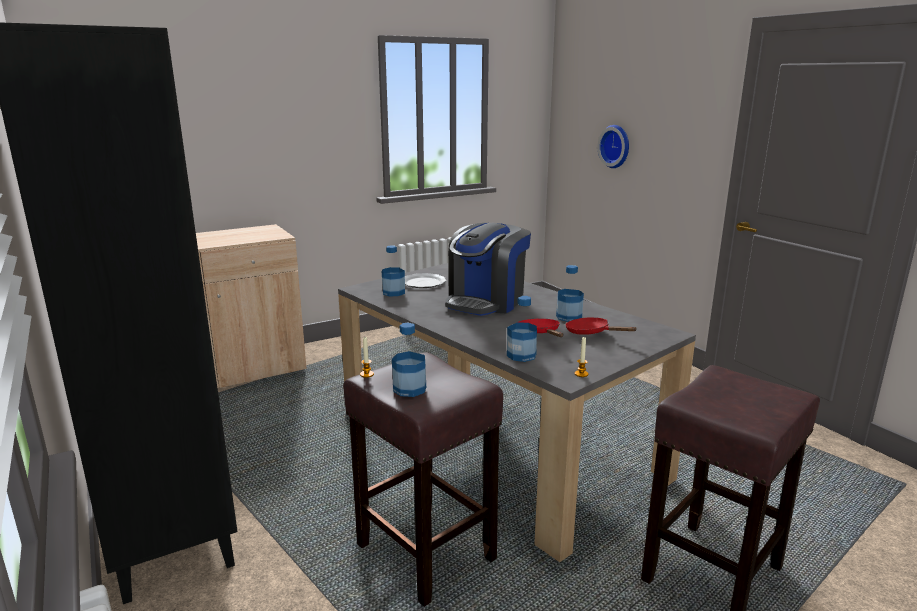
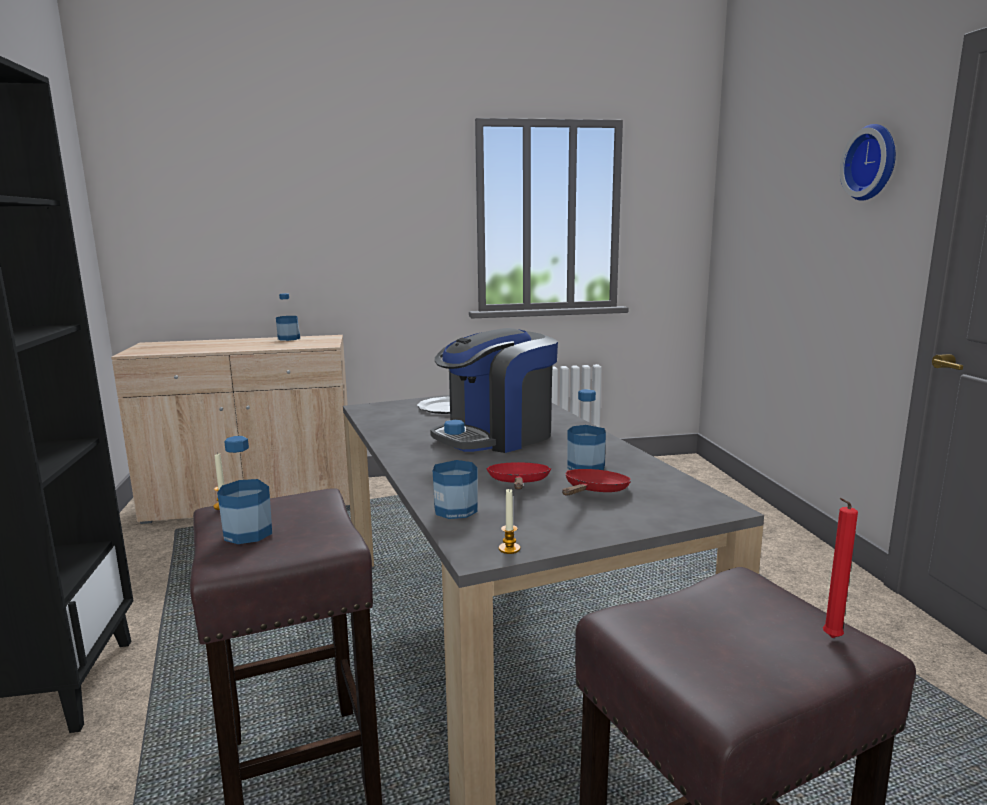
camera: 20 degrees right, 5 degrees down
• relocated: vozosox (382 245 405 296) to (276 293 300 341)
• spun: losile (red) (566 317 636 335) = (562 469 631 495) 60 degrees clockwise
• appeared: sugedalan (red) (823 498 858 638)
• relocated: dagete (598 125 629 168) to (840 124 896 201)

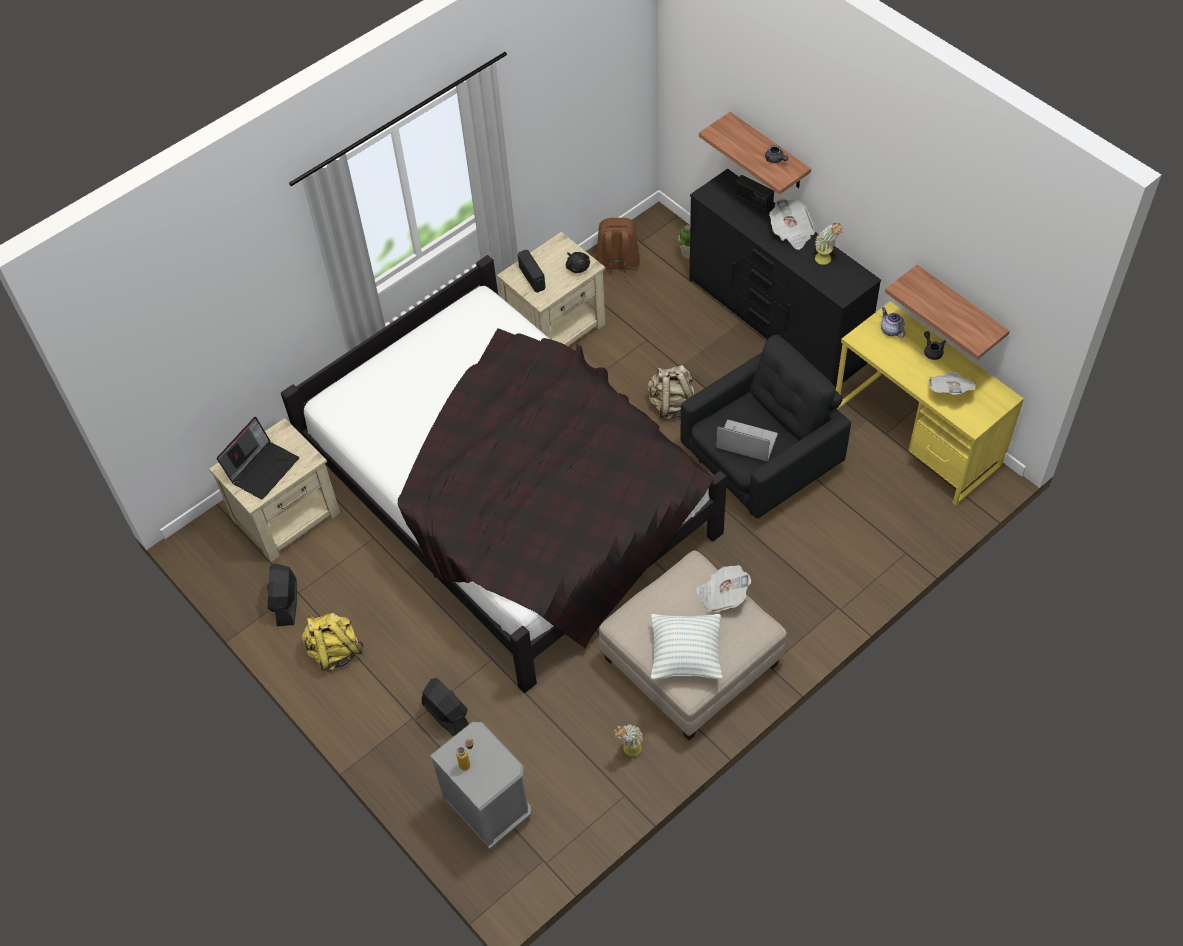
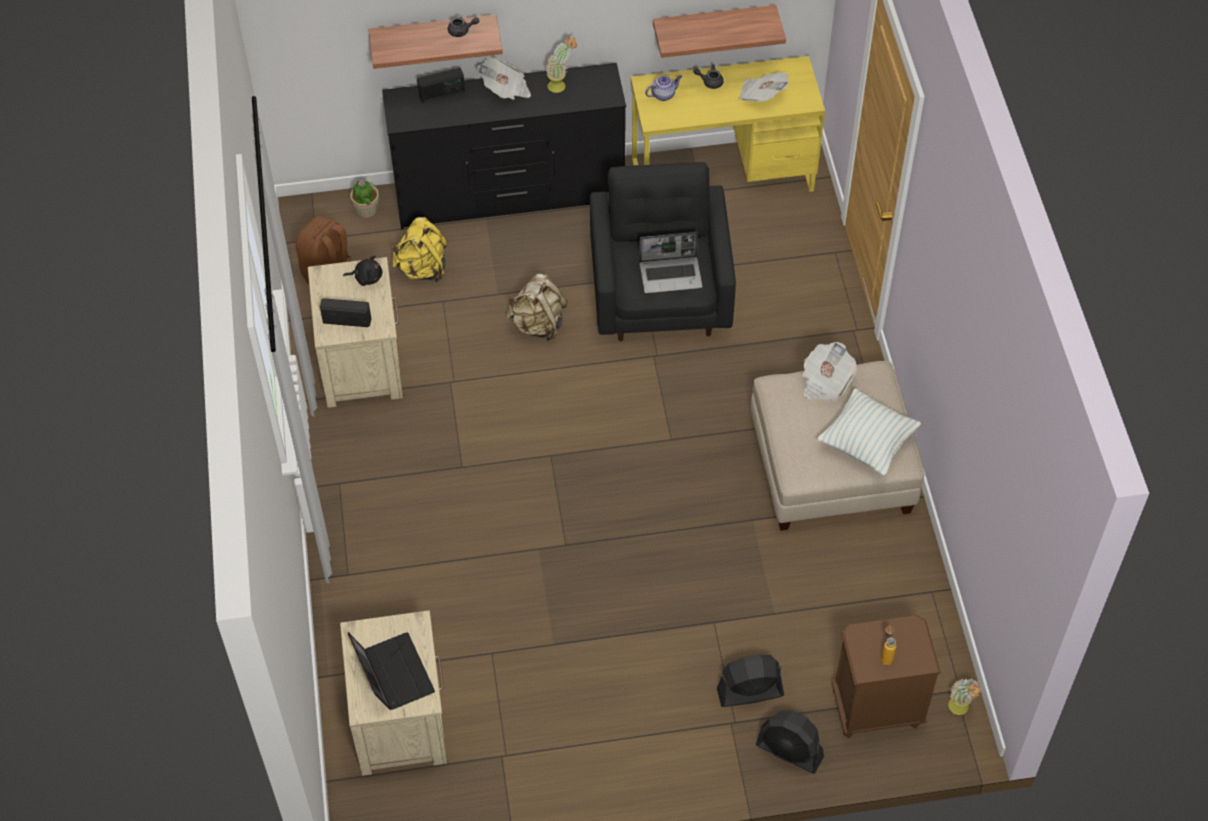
camera: 60 degrees left, 0 degrees up
• relocated: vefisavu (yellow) (302 613 364 672) to (392 217 448 282)
• spun: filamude (716 420 778 462) = (639 232 703 293) 150 degrees counterclockwise
• spun: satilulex (881 307 905 338) = (645 75 682 101) 150 degrees clockwise
• relocated: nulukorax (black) (267 563 297 626) to (756 711 824 774)
• colour: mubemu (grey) (430 722 531 849) to mubemu (brown) (832 615 941 738)
• relocated: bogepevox (614 724 643 756) to (948 679 982 715)
• missing: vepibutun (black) (281 255 727 693)

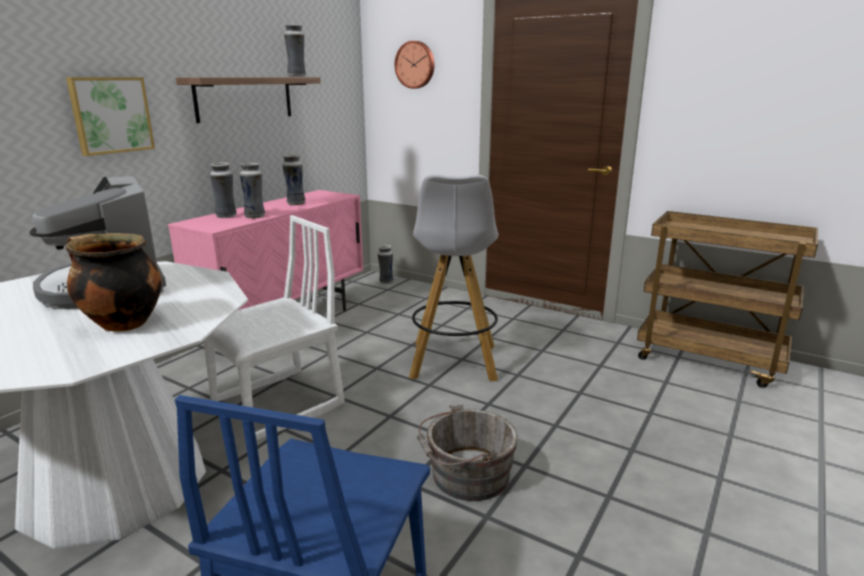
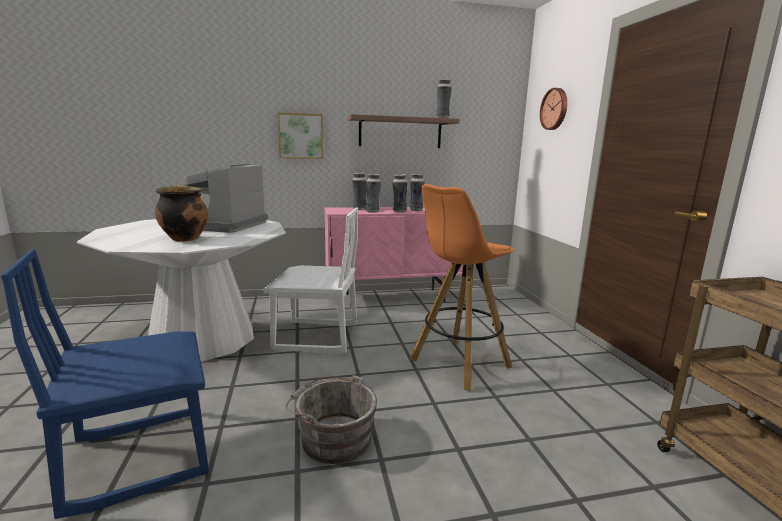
camera: 45 degrees right, 5 degrees down
• relocated: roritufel (378 245 394 284) to (393 174 408 213)
• colour: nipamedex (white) (409 174 498 382) to nipamedex (orange) (410 184 514 391)

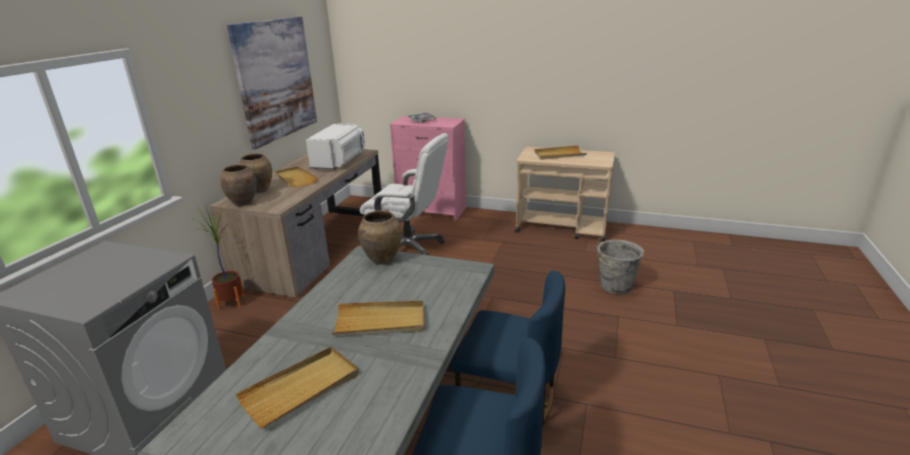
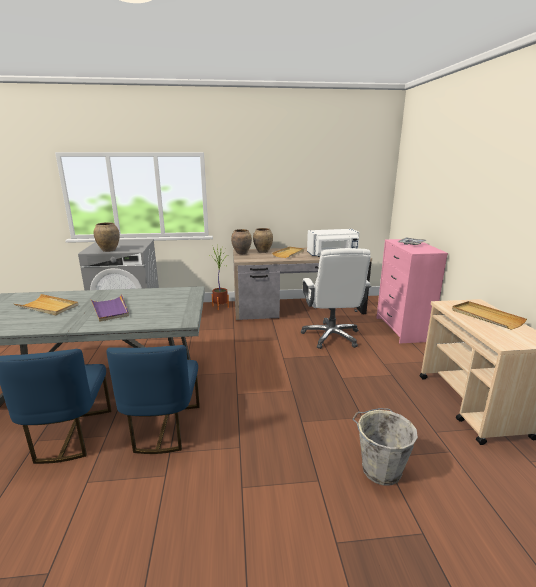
camera: 65 degrees right, 5 degrees down
• colour: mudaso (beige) (332 301 425 335) to mudaso (purple) (91 294 129 322)
• relocated: roritufel (brown) (358 210 402 264) to (94 222 120 252)
• missing: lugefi (227 17 317 149)

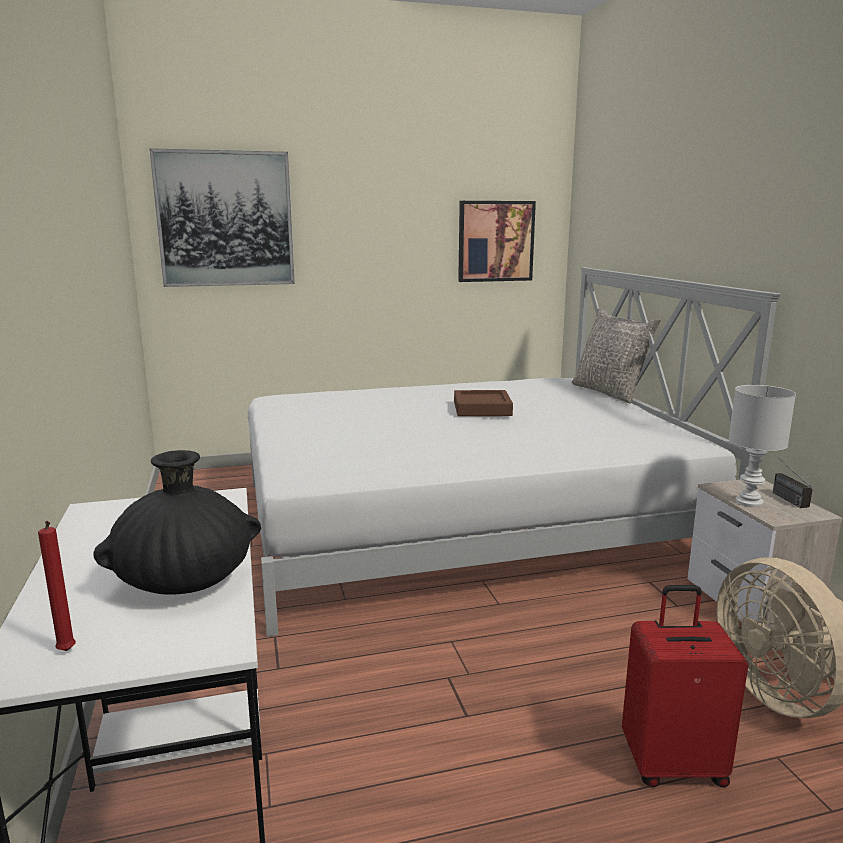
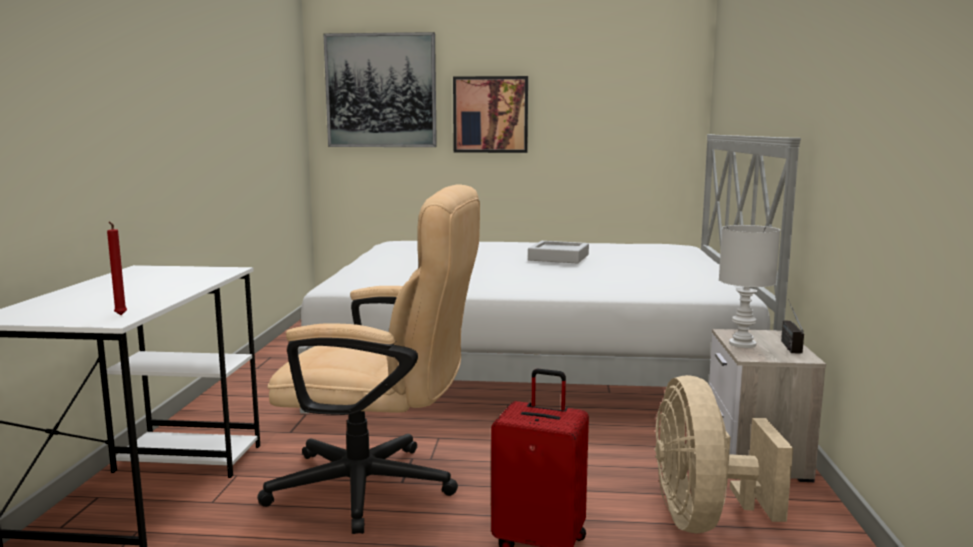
camera: 20 degrees right, 5 degrees down
• relocated: sugedalan (red) (38 521 76 651) to (107 222 127 315)
• appeared: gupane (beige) (257 184 480 534)
• relocated: lugefi (458 201 536 282) to (453 76 528 153)
• colour: mudaso (brown) (454 390 513 416) to mudaso (grey) (528 241 589 264)
• missing: roritufel (black) (93 450 261 595)
• missing: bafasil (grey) (572 308 661 403)

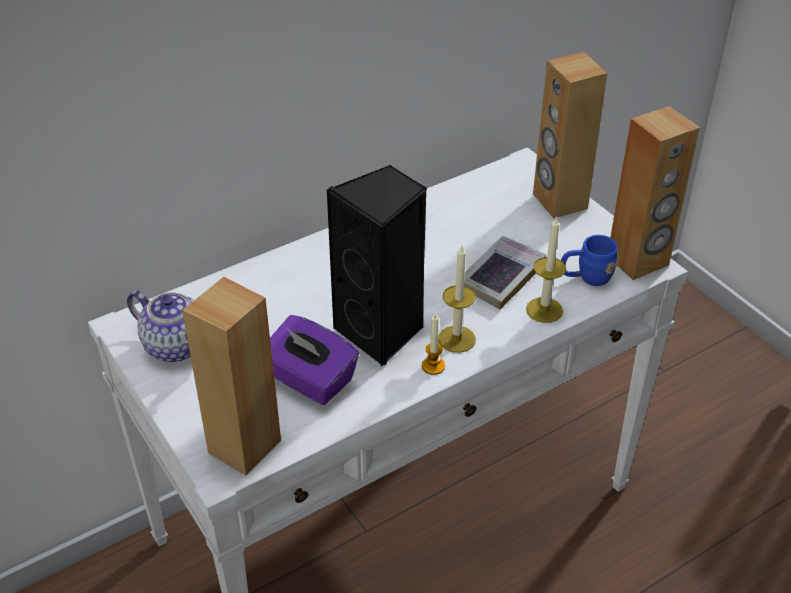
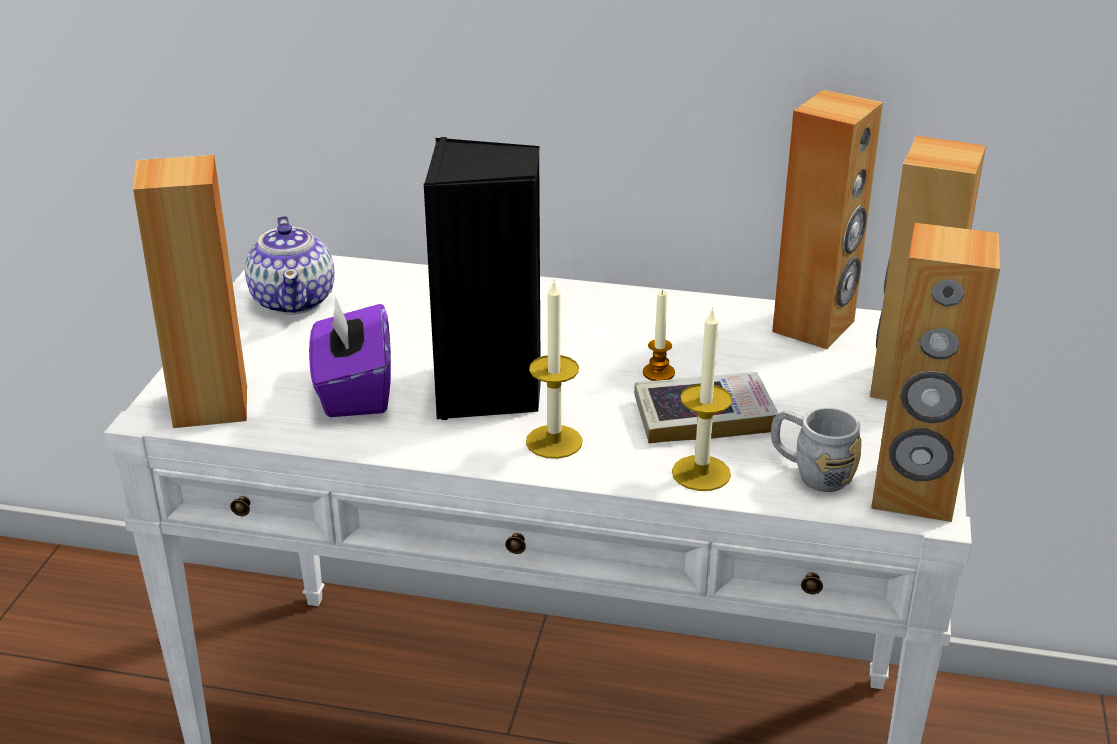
camera: 45 degrees right, 10 degrees down
• relocated: sugedalan (422 315 445 375) to (643 290 675 381)
• colour: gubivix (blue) (561 235 619 286) to gubivix (grey) (771 407 862 492)
• appeared: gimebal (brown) (772 90 883 349)

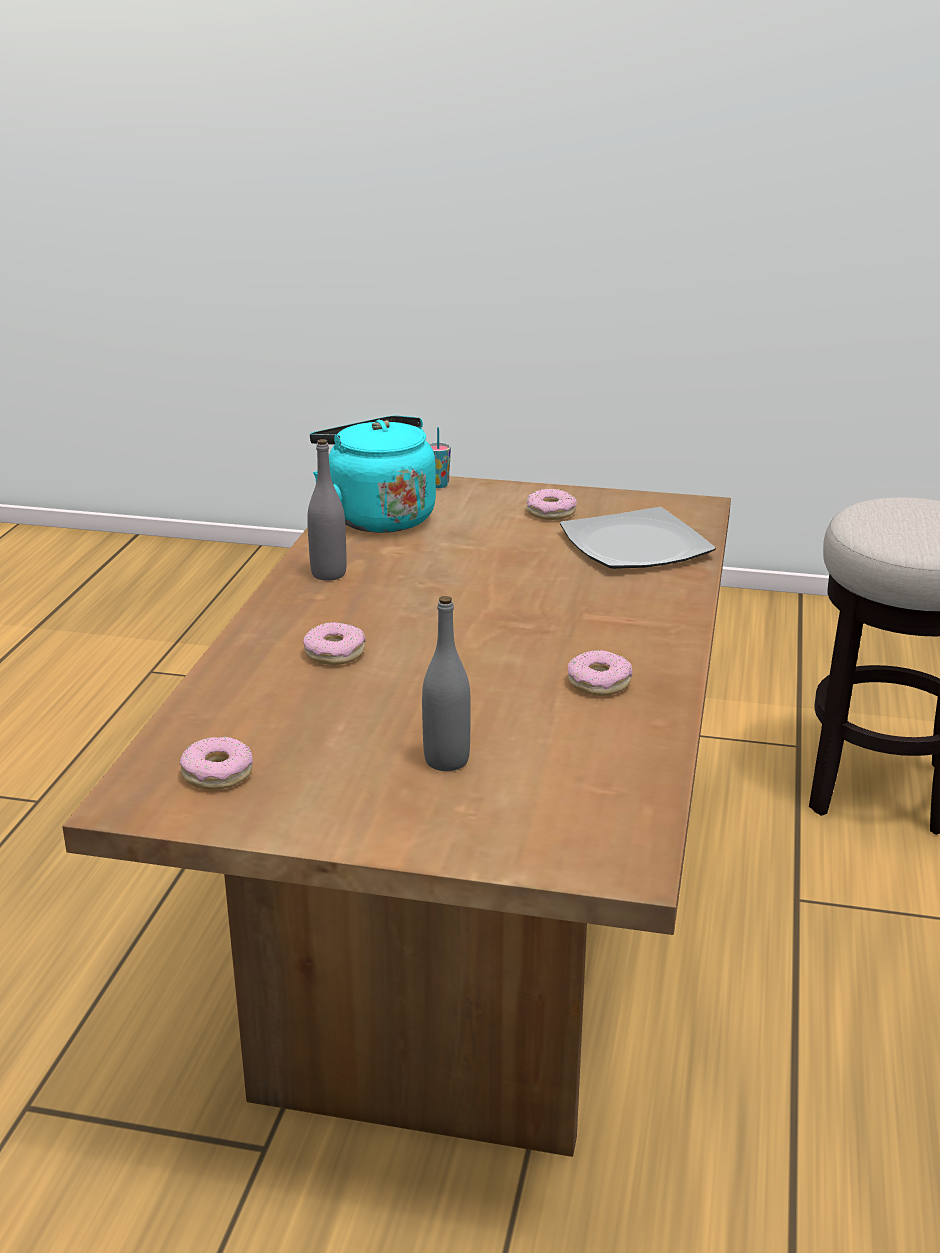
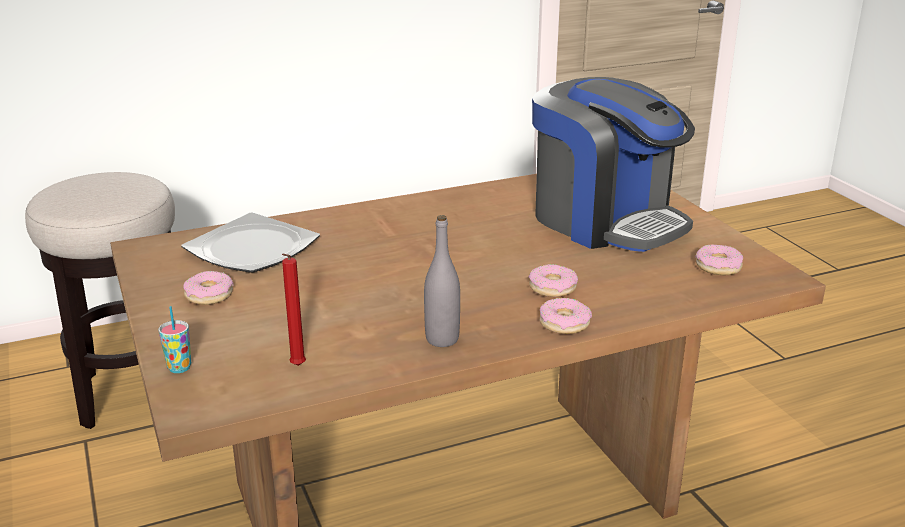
camera: 125 degrees left, 0 degrees up
• exchanged: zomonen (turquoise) (310 415 436 533) to sugedalan (red) (282 253 306 366)
• exchanged: vozosox (grey) (422 596 471 771) to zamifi (532 77 695 252)
• relocated: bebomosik (568 650 633 696) to (540 298 592 334)

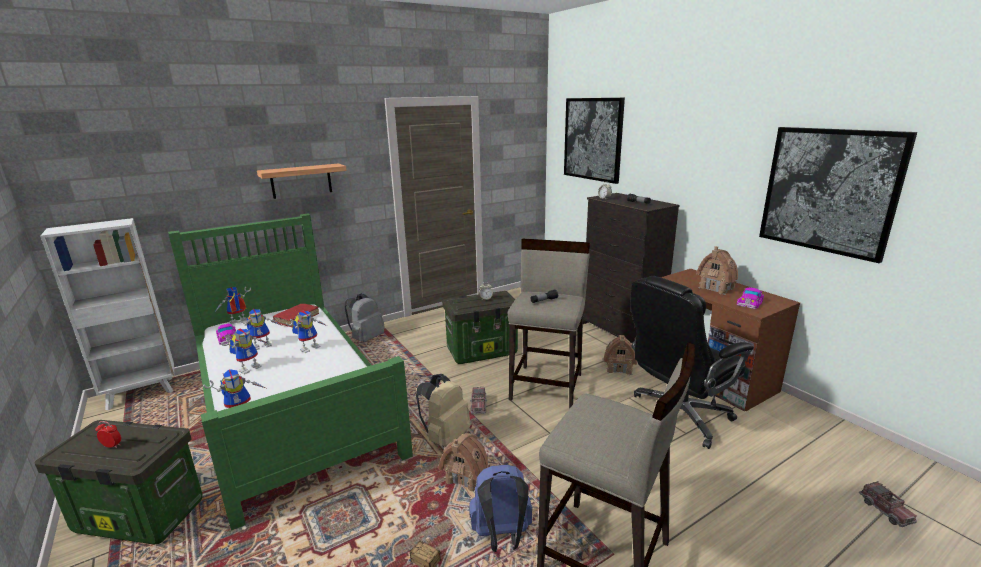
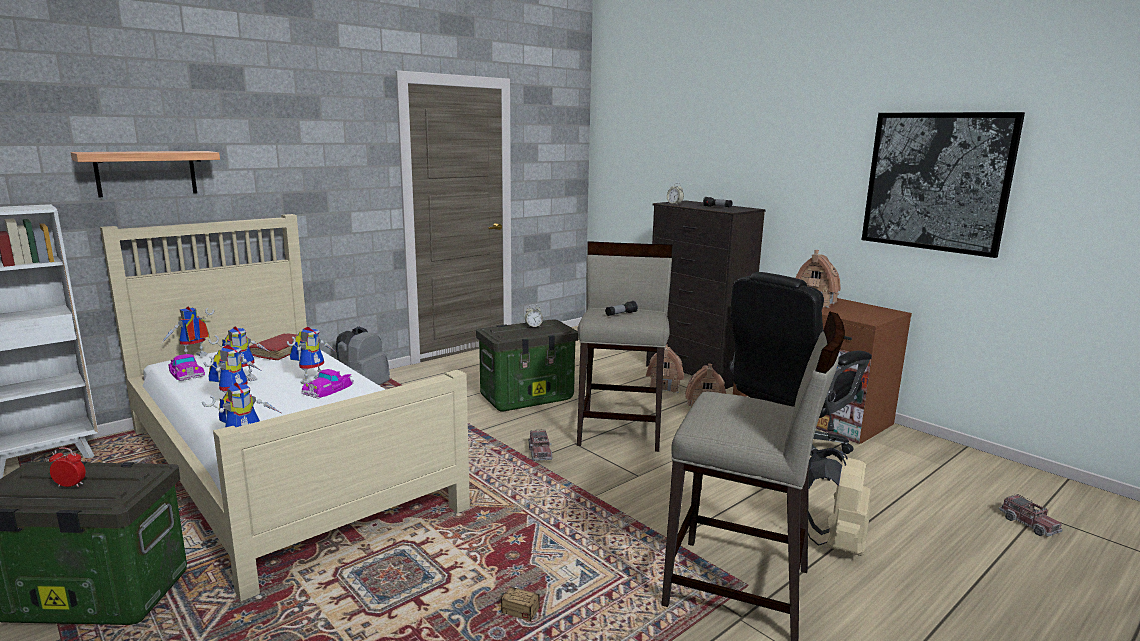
camera: 10 degrees left, 5 degrees down
• relocated: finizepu (257 163 347 199) to (71 151 220 197)
• colour: vepibutun (green) (168 214 413 531) to vepibutun (beige) (100 214 470 601)
• relocated: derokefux (737 287 764 309) to (301 369 354 398)
• relocated: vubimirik (438 433 488 492) to (646 344 684 393)
• relocated: vefisavu (beige) (416 374 470 447) to (808 448 871 556)
• missing: vefisavu (blue) (470 465 532 552)
• missing: lugefi (564 98 625 184)

